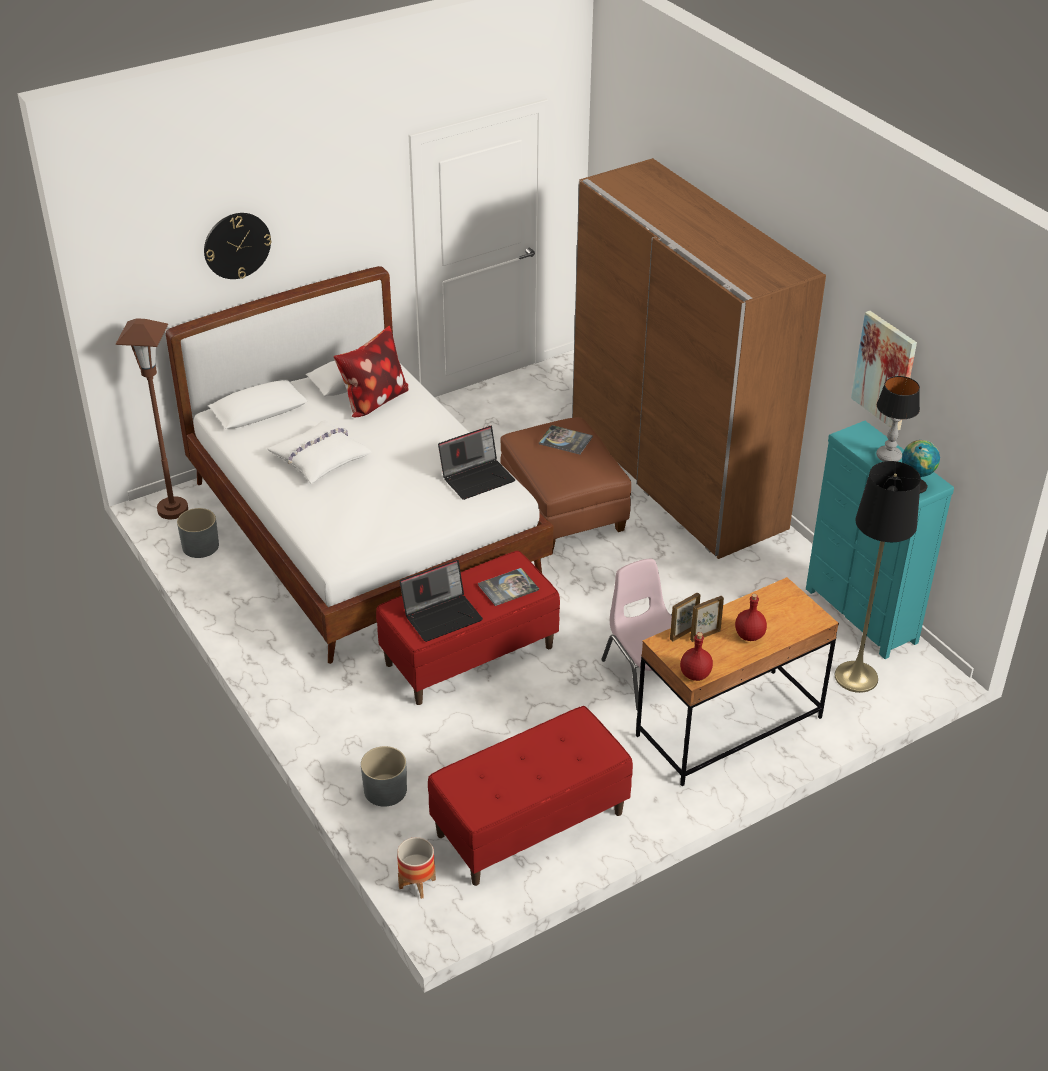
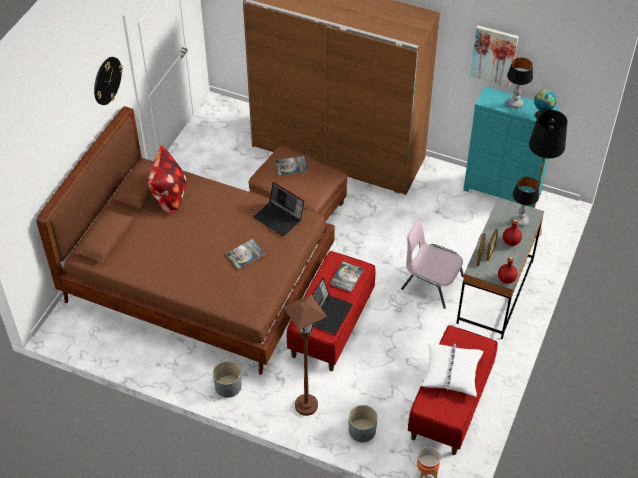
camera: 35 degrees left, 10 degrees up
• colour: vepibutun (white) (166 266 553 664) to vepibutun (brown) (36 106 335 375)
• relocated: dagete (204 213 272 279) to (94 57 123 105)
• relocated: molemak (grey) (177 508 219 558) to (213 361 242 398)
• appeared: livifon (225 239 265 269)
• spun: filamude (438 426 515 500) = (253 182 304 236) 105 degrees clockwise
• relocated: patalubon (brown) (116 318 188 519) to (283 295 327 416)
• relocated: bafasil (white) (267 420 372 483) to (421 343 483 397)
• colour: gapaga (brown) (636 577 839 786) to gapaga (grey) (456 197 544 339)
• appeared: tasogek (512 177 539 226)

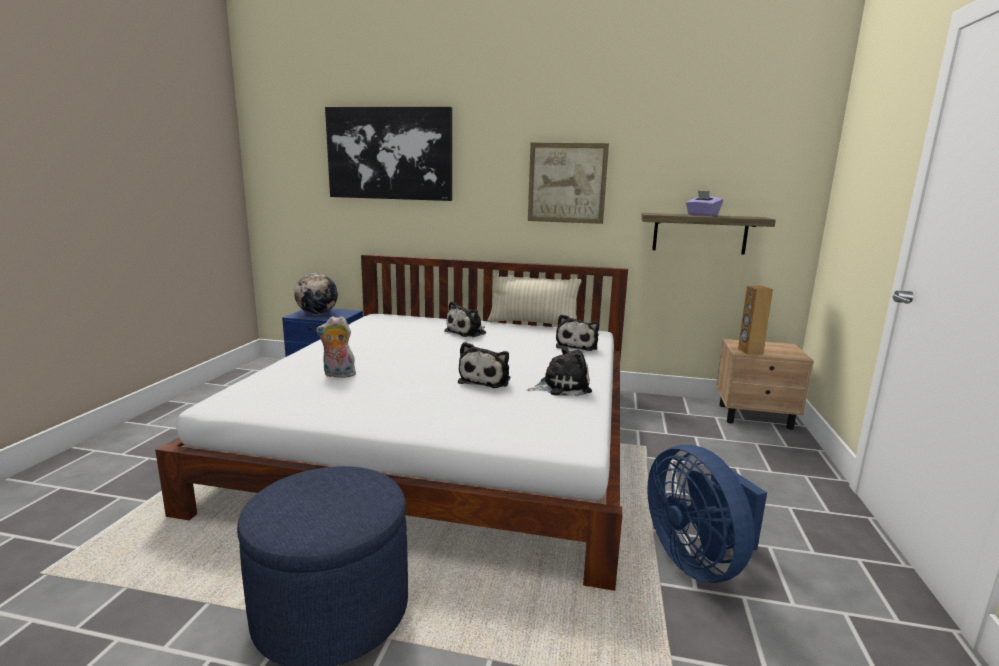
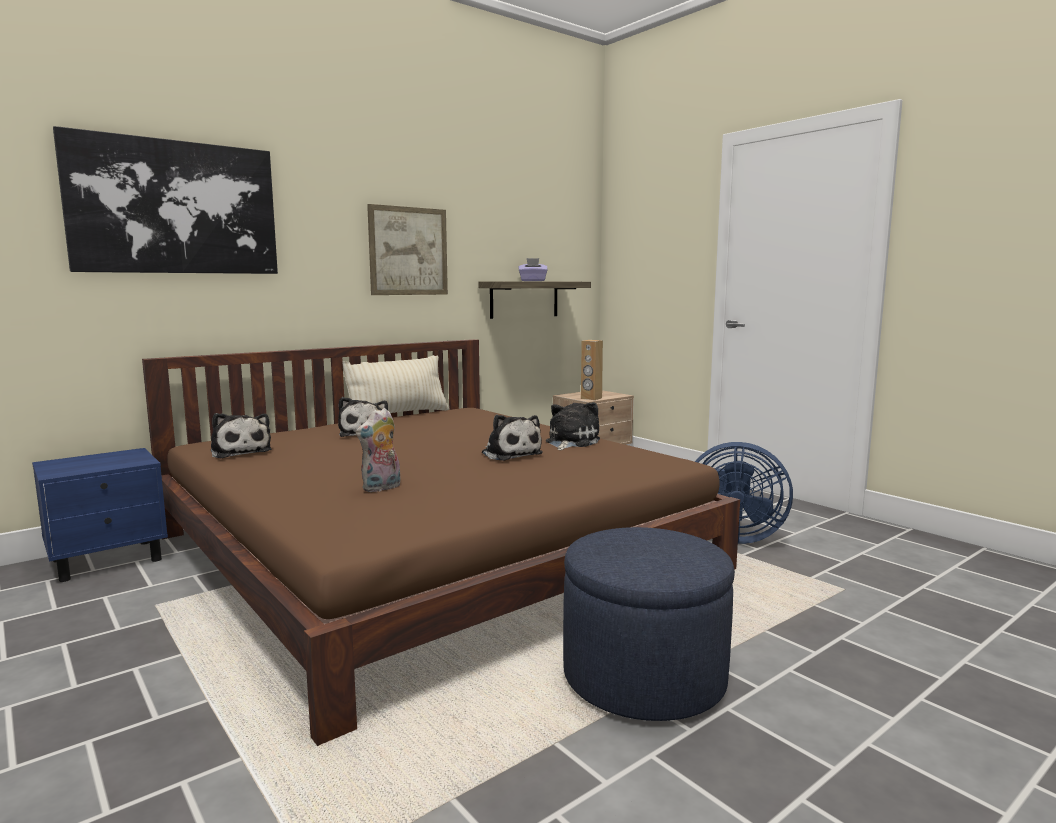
camera: 50 degrees left, 5 degrees down
• colour: vepibutun (white) (155 254 628 591) to vepibutun (brown) (142 339 740 746)
• relocated: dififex (556 314 599 351) to (211 413 272 458)
• missing: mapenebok (294 273 338 315)

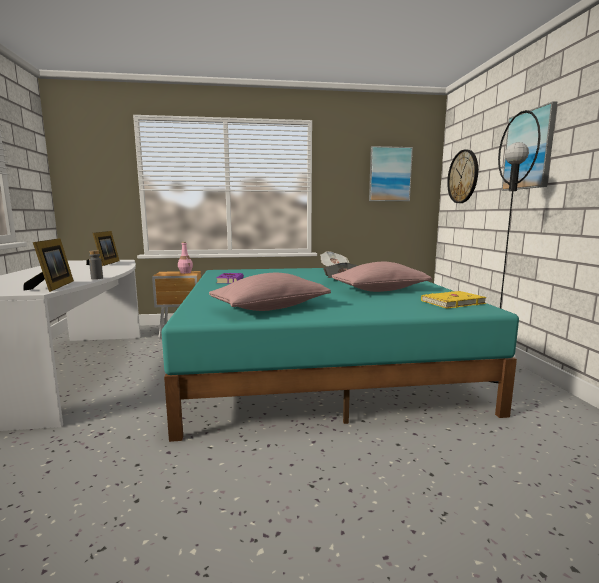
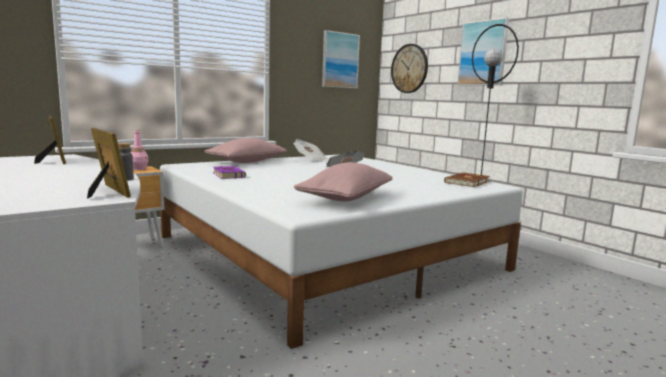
camera: 30 degrees left, 0 degrees up
• colour: vepibutun (turquoise) (162 268 519 442) to vepibutun (white) (160 154 523 349)
• relocated: bafasil (pink) (332 262 432 292) to (205 138 287 163)
• colour: livifon (yellow) (421 291 487 308) to livifon (brown) (444 173 490 187)

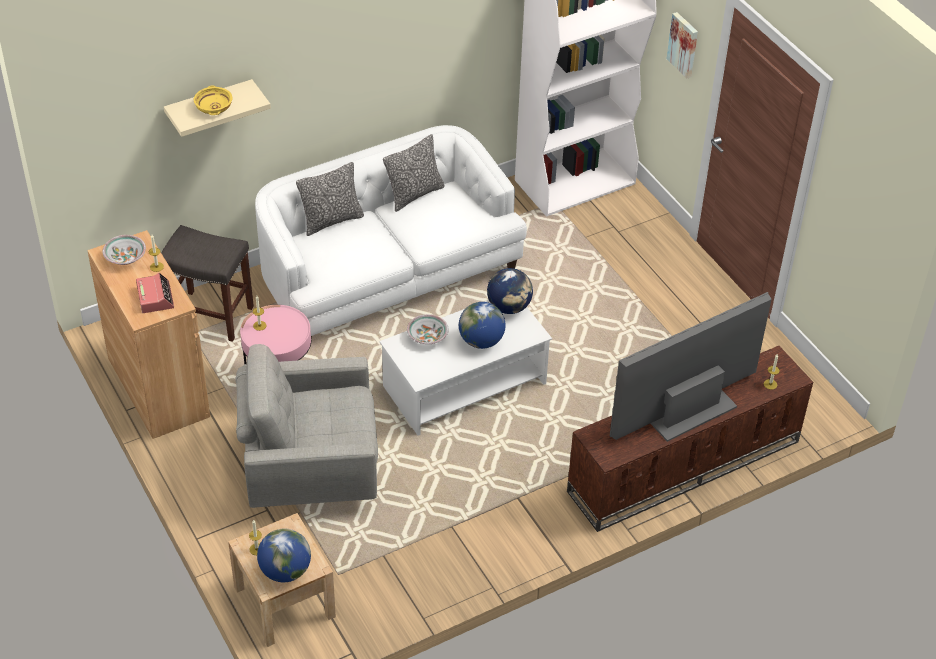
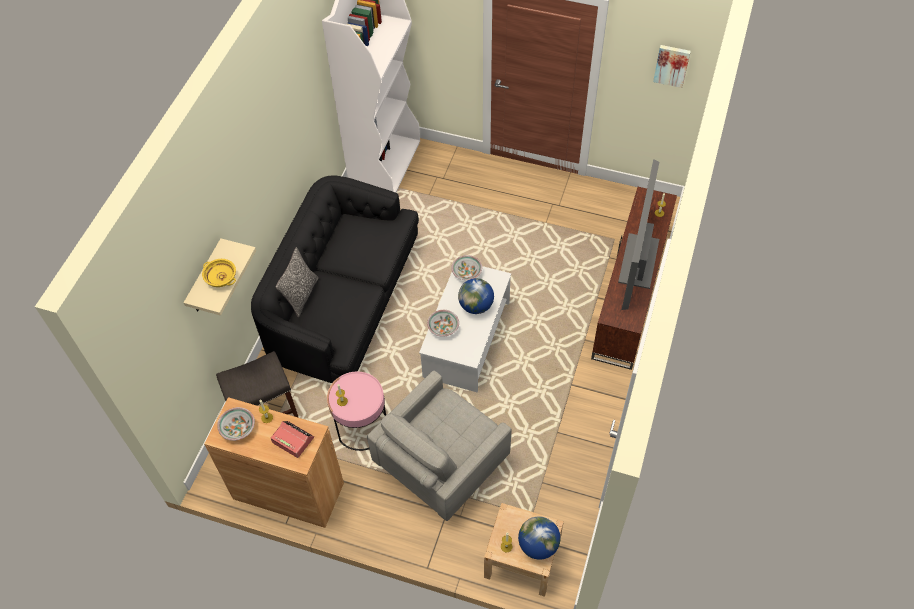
camera: 40 degrees left, 10 degrees up
• colour: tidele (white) (255 125 527 339) to tidele (black) (251 175 419 383)
• exchanged: mapenebok (487 268 533 314) to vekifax (451 255 482 280)
• relocated: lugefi (667 12 698 78) to (653 45 691 88)
• missing: bafasil (383 134 445 212)

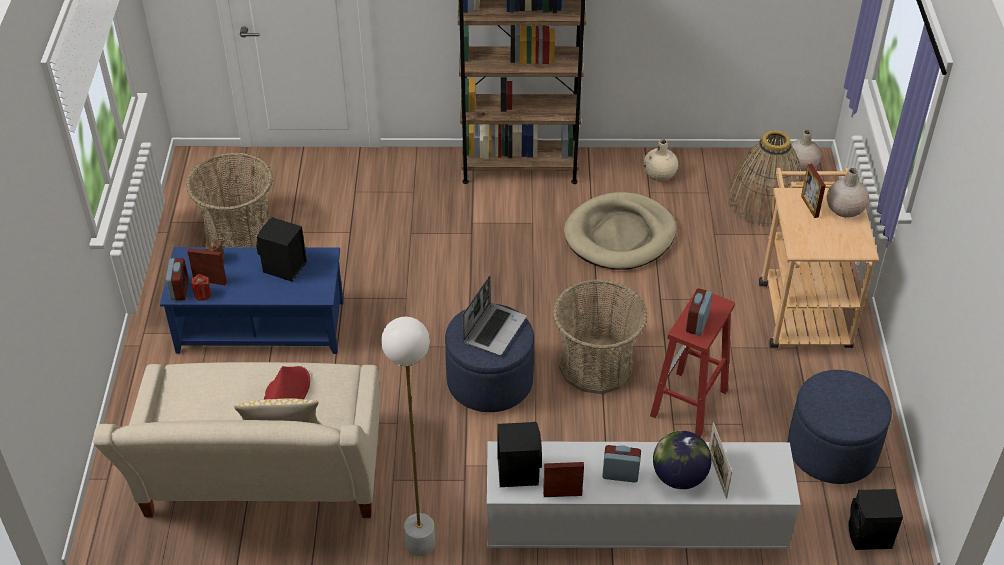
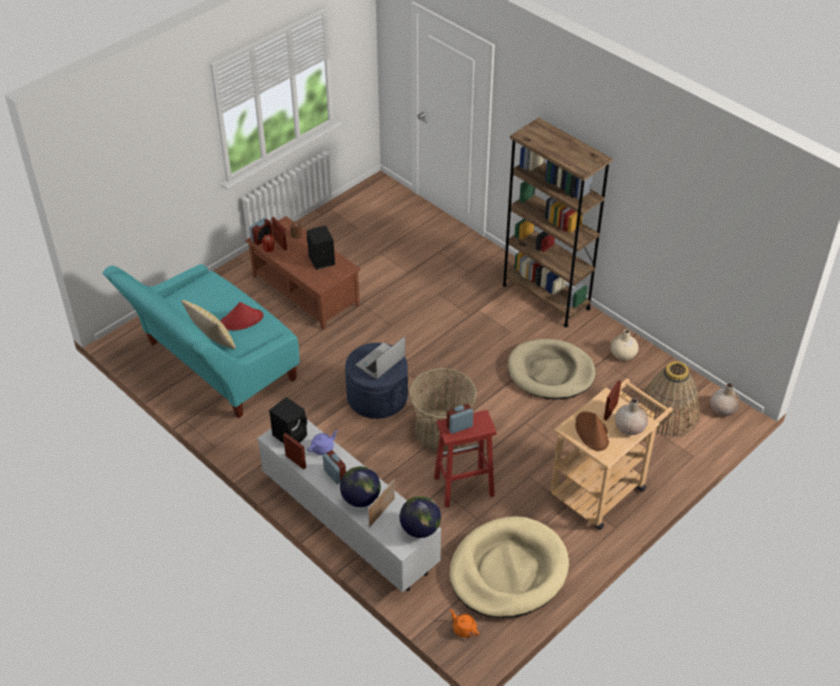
camera: 45 degrees right, 0 degrees up
• colour: tidele (beige) (93 362 381 518) to tidele (turquoise) (103 264 300 418)
• colour: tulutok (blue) (160 247 344 354) to tulutok (brown) (246 216 361 330)
• appeared: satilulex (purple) (307 430 338 455)
• spun: filamude (462 276 527 356) = (356 337 405 379) 150 degrees clockwise
• appeared: mapenebok (400 496 441 538)
• exchanged: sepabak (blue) (788 370 892 484) to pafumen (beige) (449 516 569 618)
• exchanged: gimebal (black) (849 489 903 550) to satilulex (orange) (449 609 479 638)
• appeared: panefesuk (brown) (575 411 609 451)
• missing: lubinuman (186 152 273 247)
• missing: patalubon (white) (381 317 435 556)

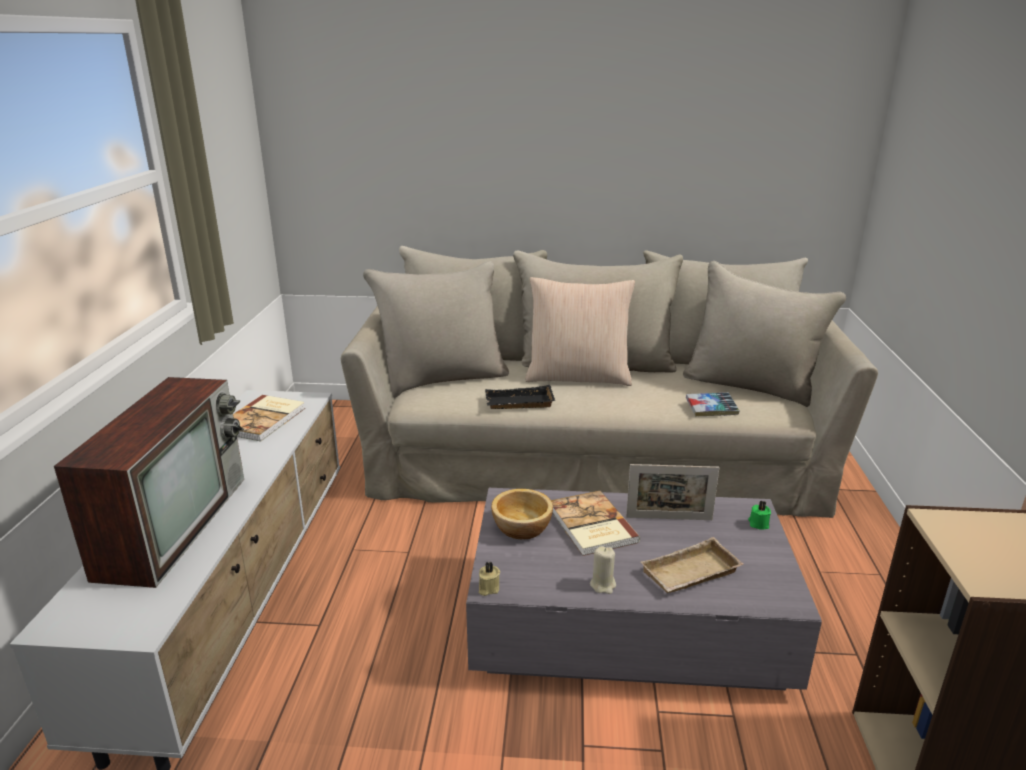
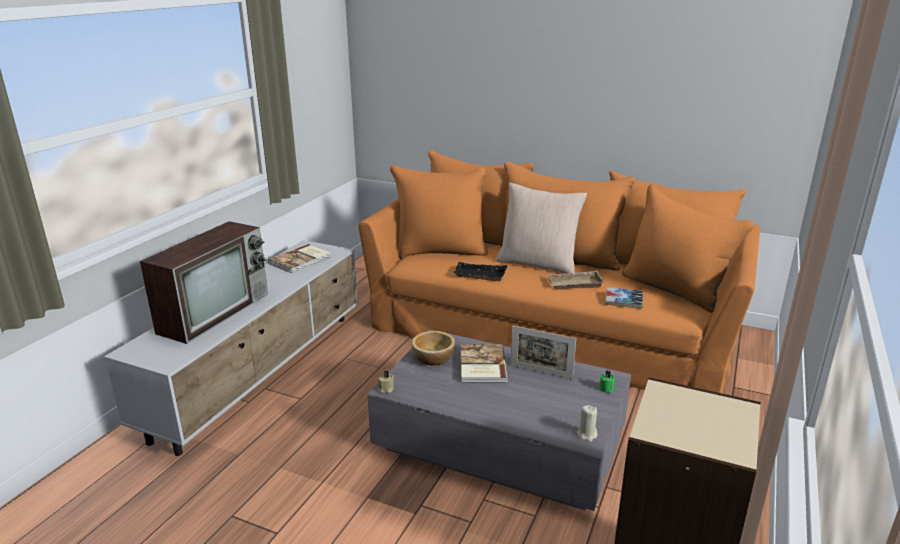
camera: 20 degrees right, 0 degrees up
• colour: tidele (beige) (341 246 878 518) to tidele (orange) (359 150 760 394)
• relocated: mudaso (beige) (641 537 743 593) to (548 270 604 289)
• relocated: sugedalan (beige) (590 546 616 594) to (577 405 597 442)

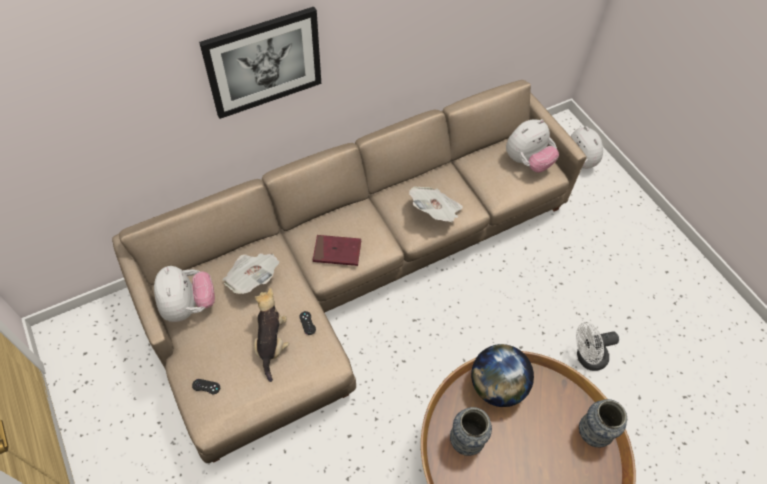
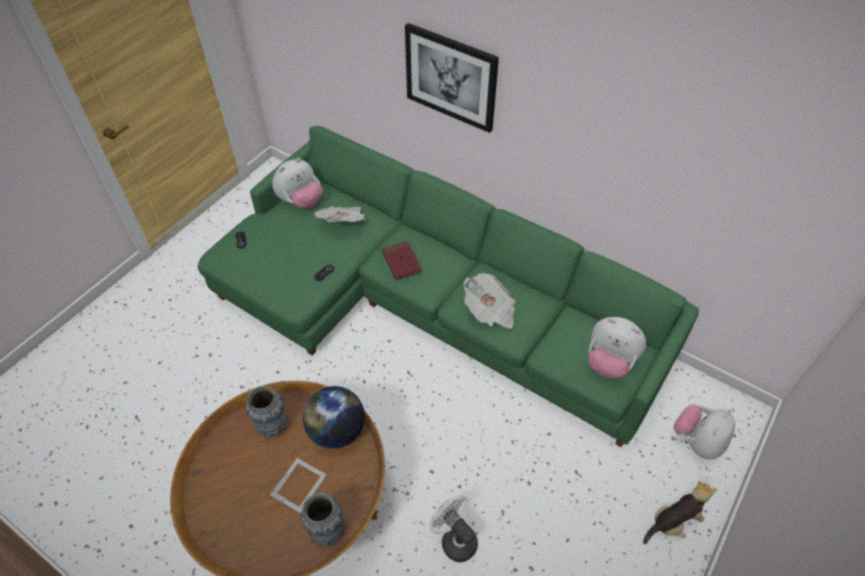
camera: 65 degrees right, 5 degrees down
• colour: tidele (beige) (112 80 587 463) to tidele (green) (198 126 699 447)
• appeared: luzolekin (270 458 327 513)
• relocated: dififex (254 288 289 382) to (643 481 717 544)

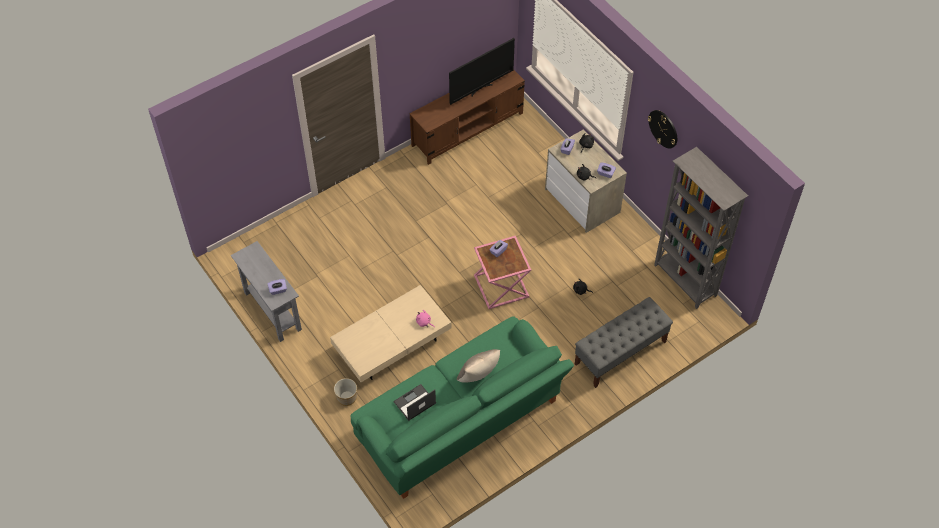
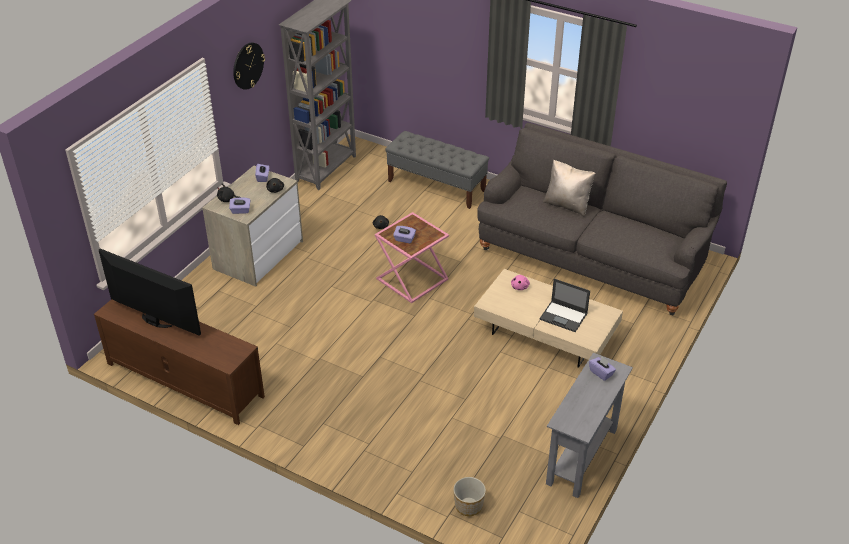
camera: 115 degrees left, 15 degrees down
• relocated: molemak (334 378 357 406) to (453 477 486 516)
• colour: tidele (green) (351 316 574 499) to tidele (grey) (477 123 727 315)
• relocated: filamude (393 384 436 421) to (540 279 590 332)

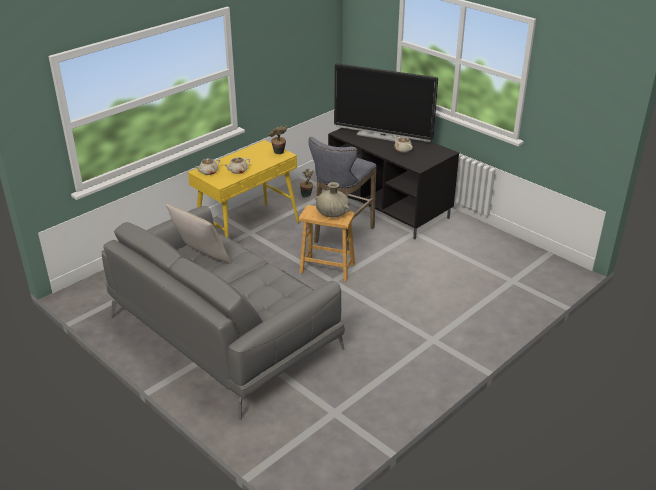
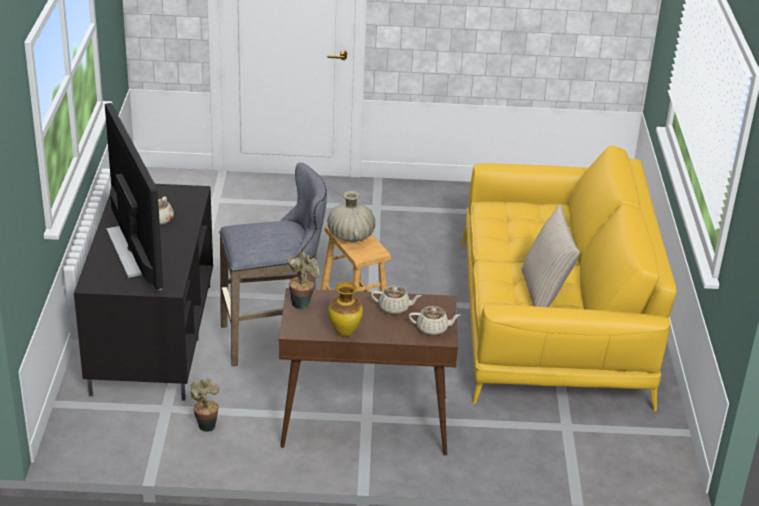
camera: 135 degrees left, 0 degrees up
• colour: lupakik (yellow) (188 140 299 238) to lupakik (brown) (279 288 458 455)
• appeared: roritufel (328 282 363 337)
• colour: tidele (grey) (101 206 345 420) to tidele (yellow) (461 146 677 412)

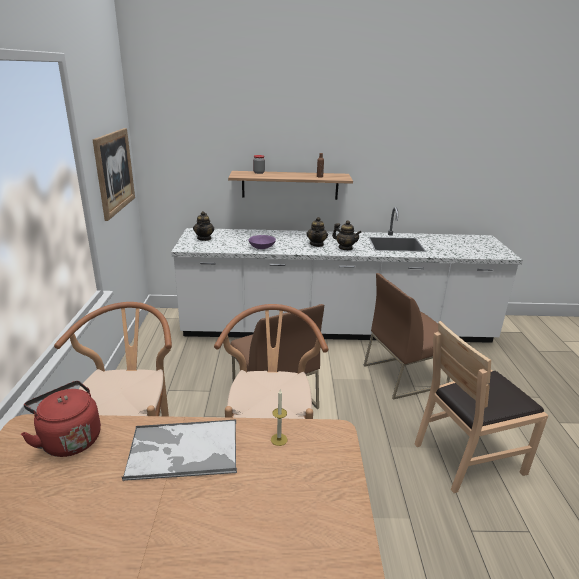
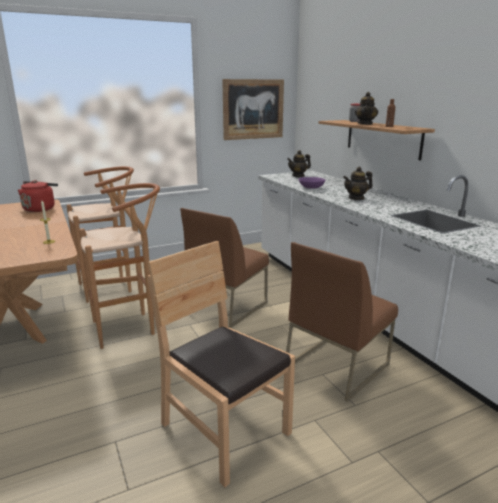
camera: 65 degrees right, 5 degrees down
• spun: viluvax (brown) (363 273 450 400) = (286 242 398 402) 90 degrees counterclockwise
• relocated: satilulex (332 220 361 250) to (355 92 378 125)
• missing: mudaso (122 420 237 481)

